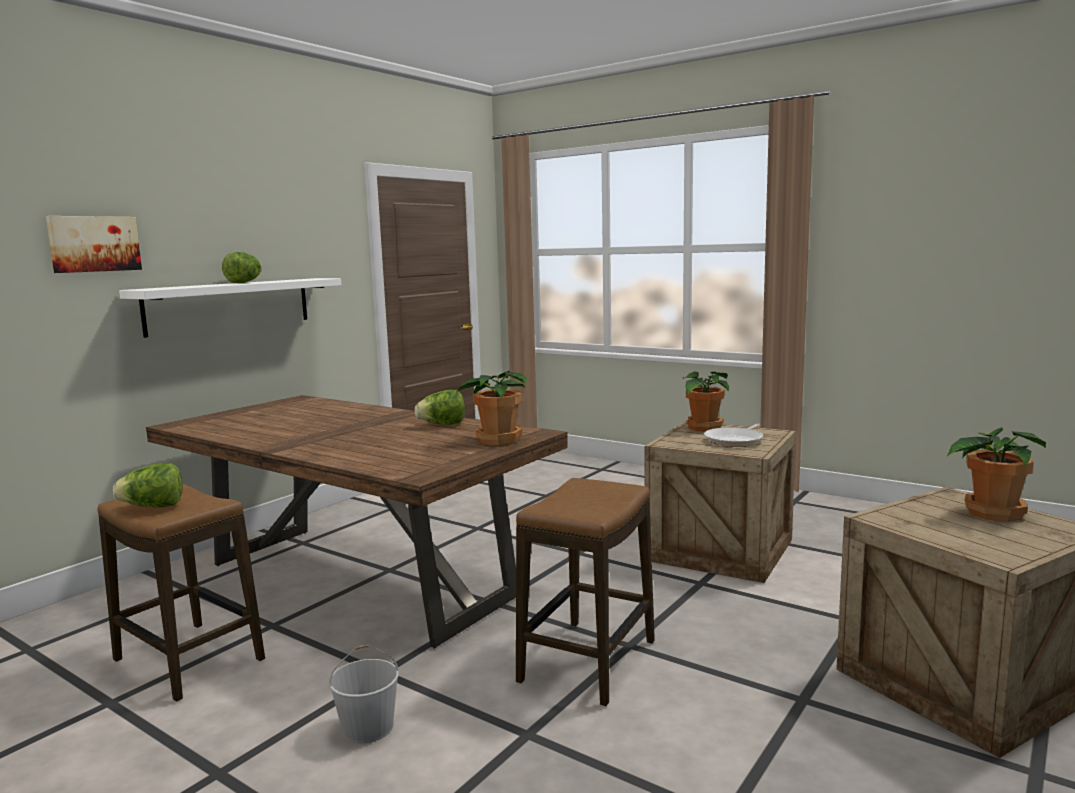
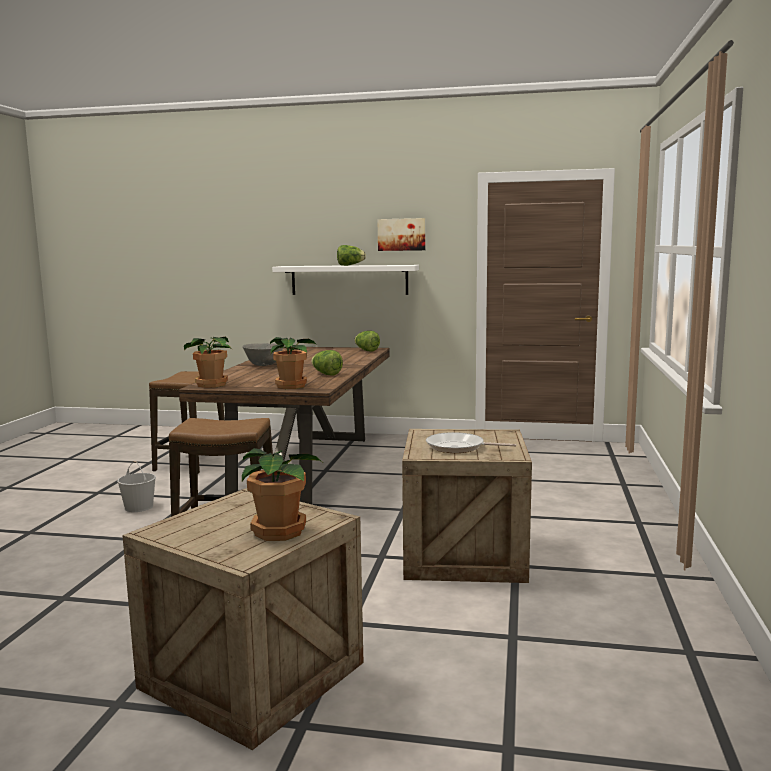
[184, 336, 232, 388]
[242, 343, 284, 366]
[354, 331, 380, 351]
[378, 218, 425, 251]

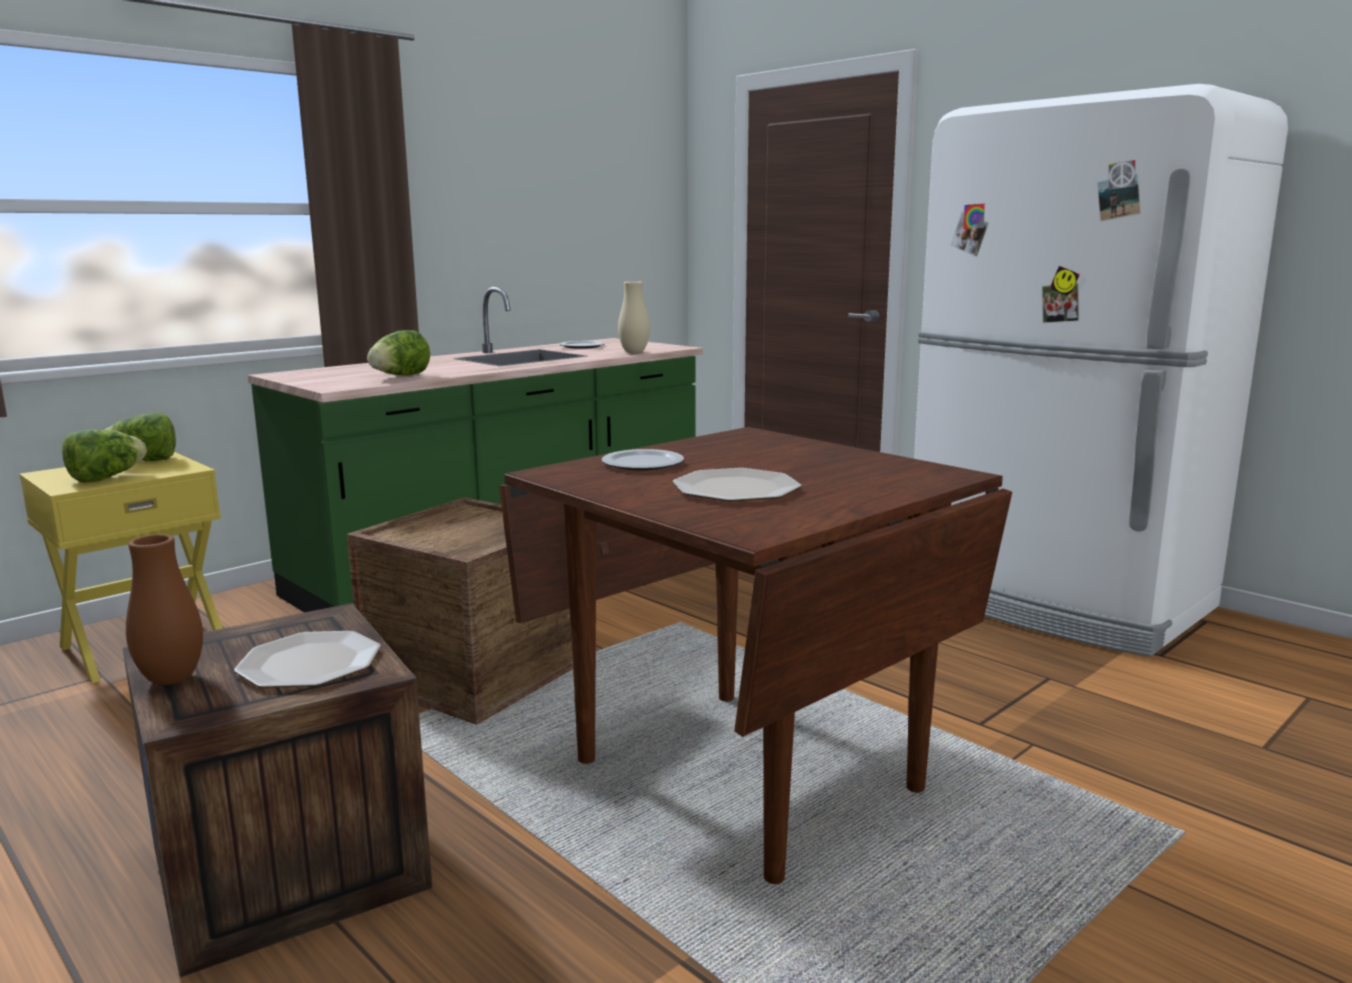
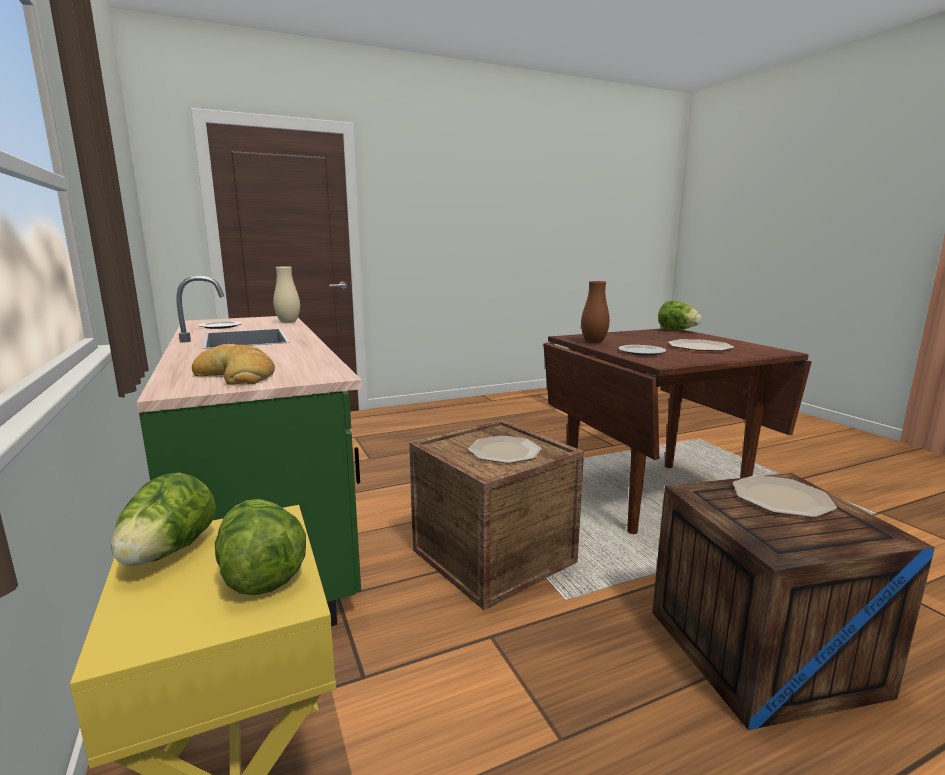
[192, 344, 275, 385]
[468, 436, 542, 463]
[581, 281, 610, 343]
[658, 301, 702, 330]
[914, 84, 1288, 657] (first image)

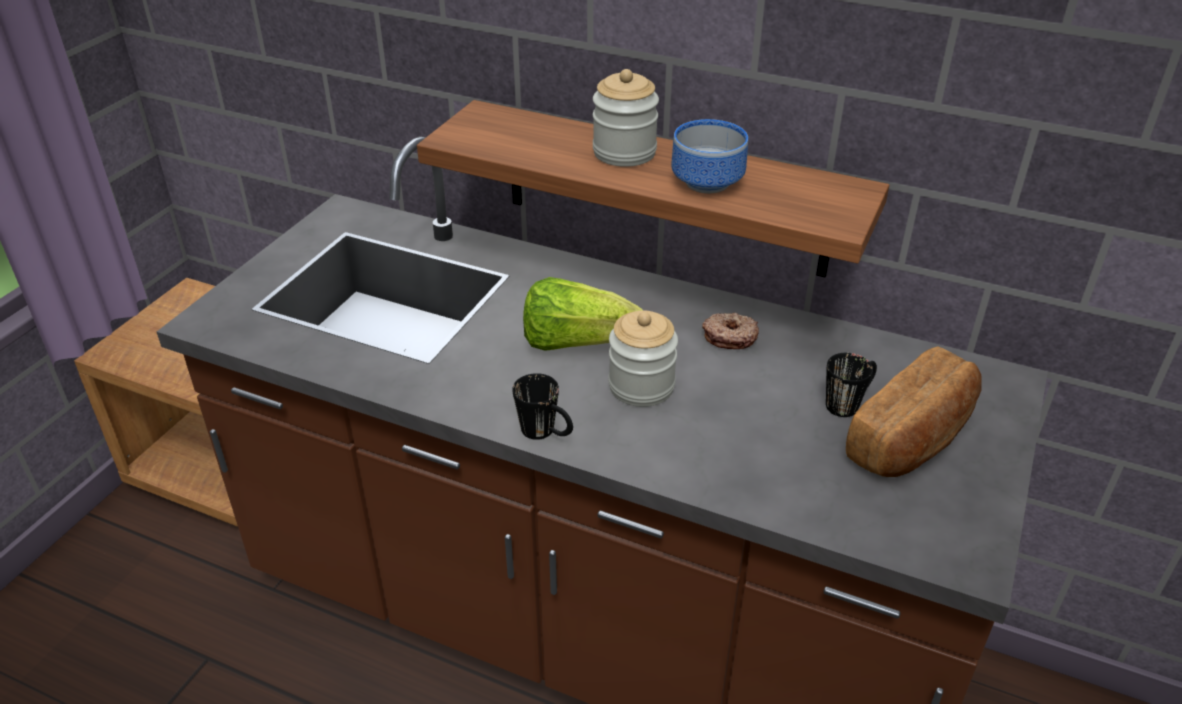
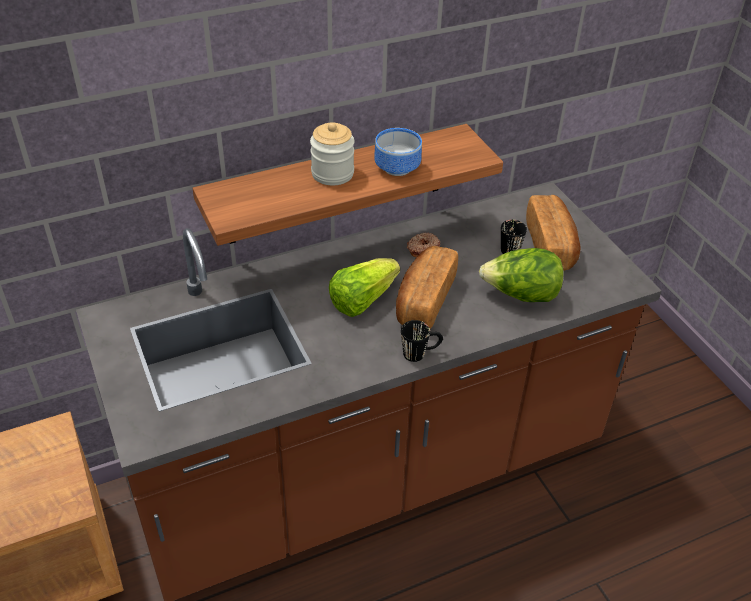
[396, 246, 458, 329]
[479, 248, 564, 302]

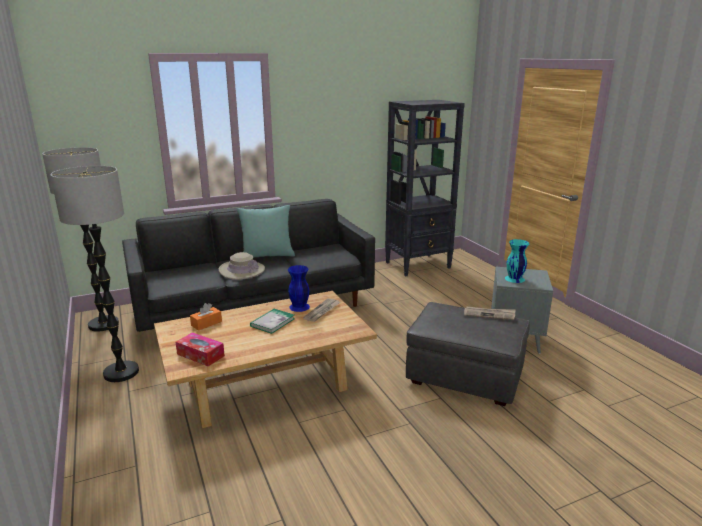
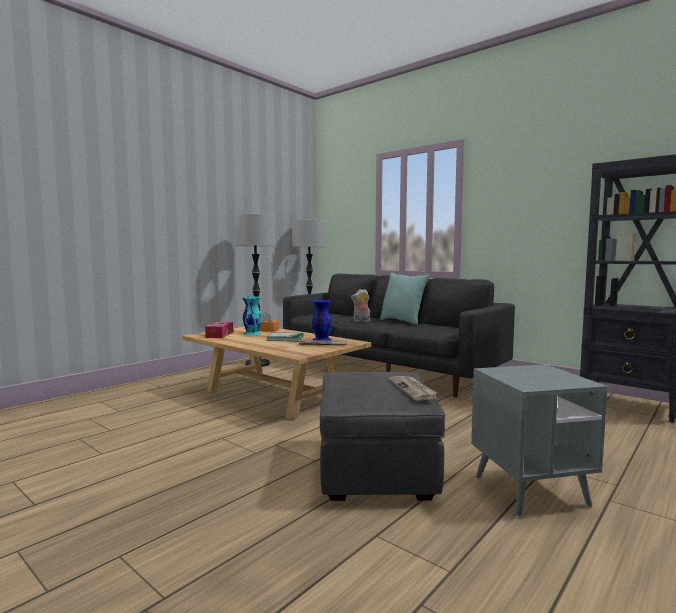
[243, 296, 262, 335]
[351, 289, 370, 322]

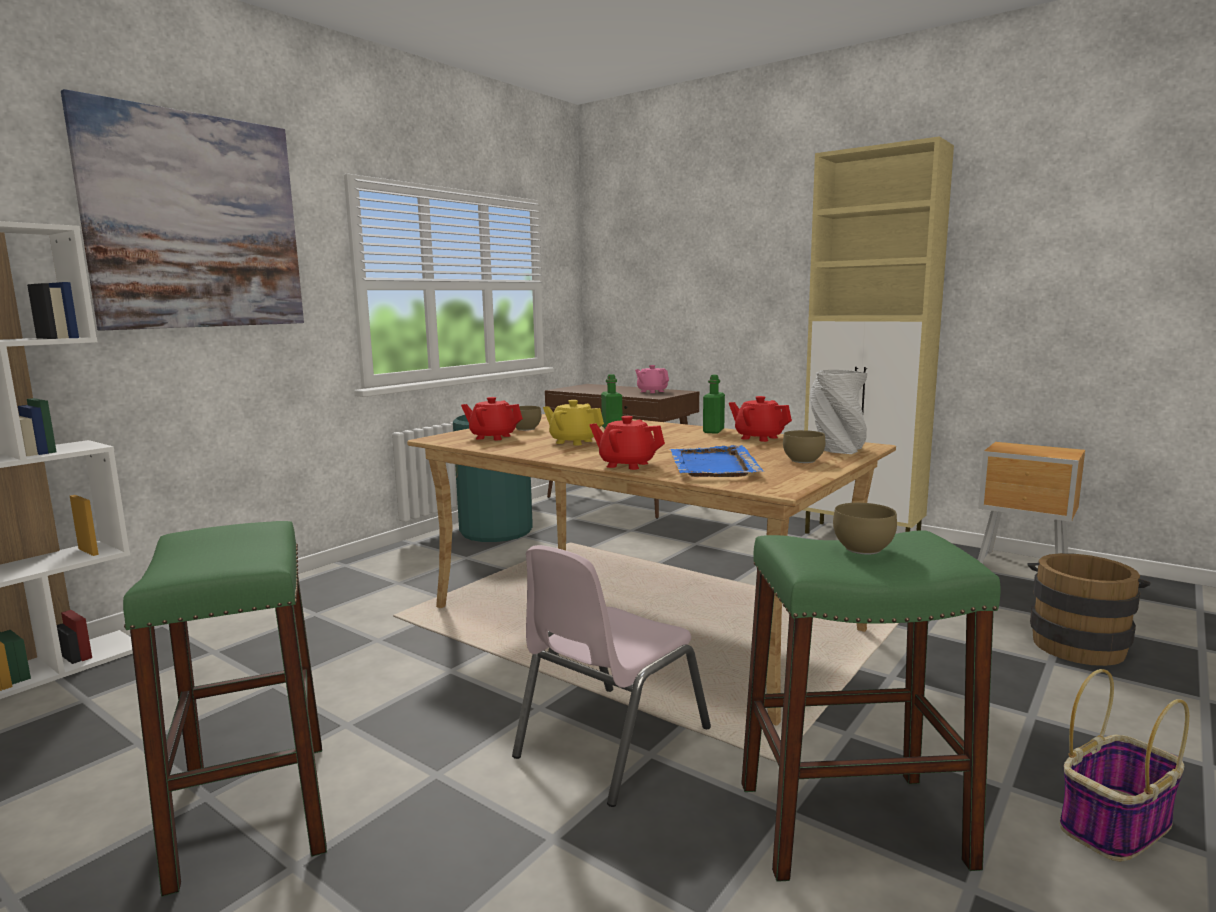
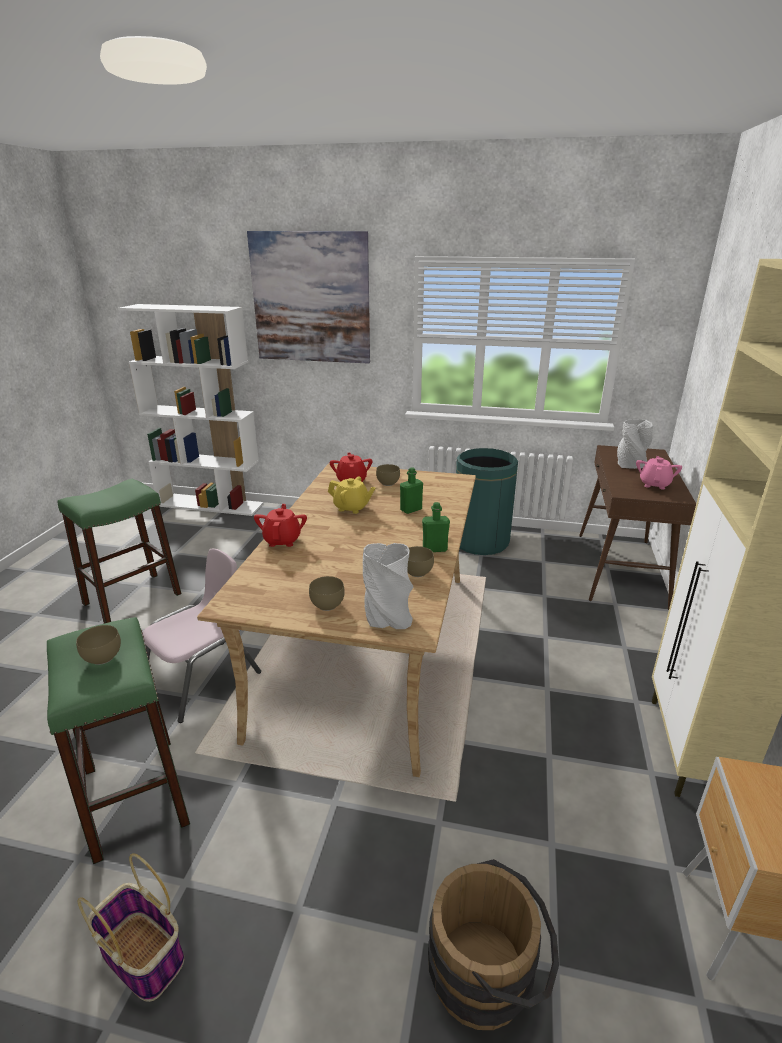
[142, 549, 261, 723]
[328, 476, 376, 514]
[407, 546, 434, 577]
[617, 420, 653, 469]
[669, 445, 764, 477] (first image)

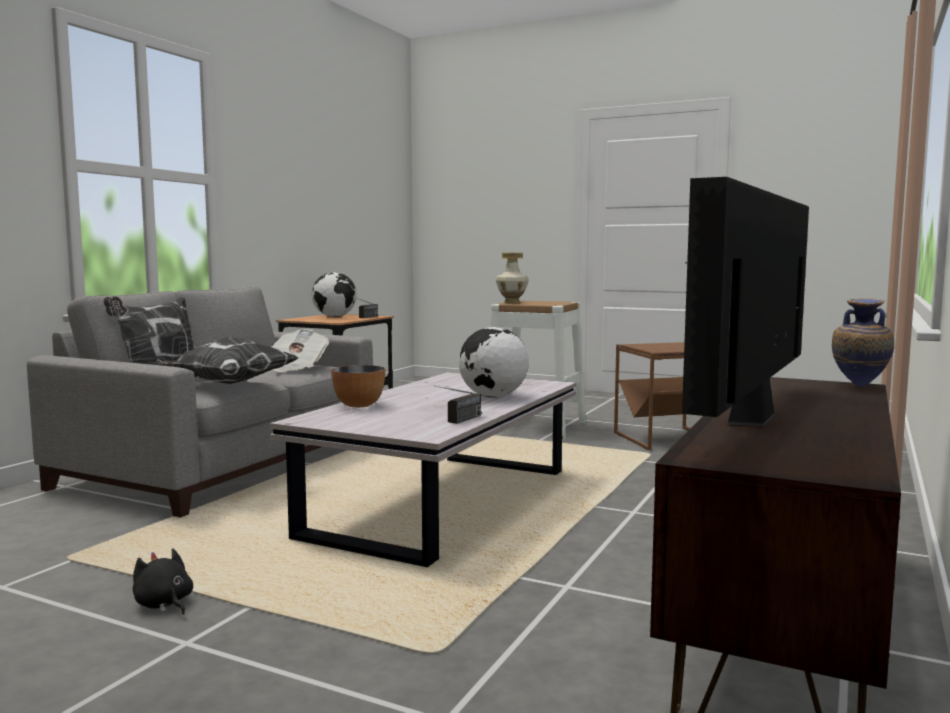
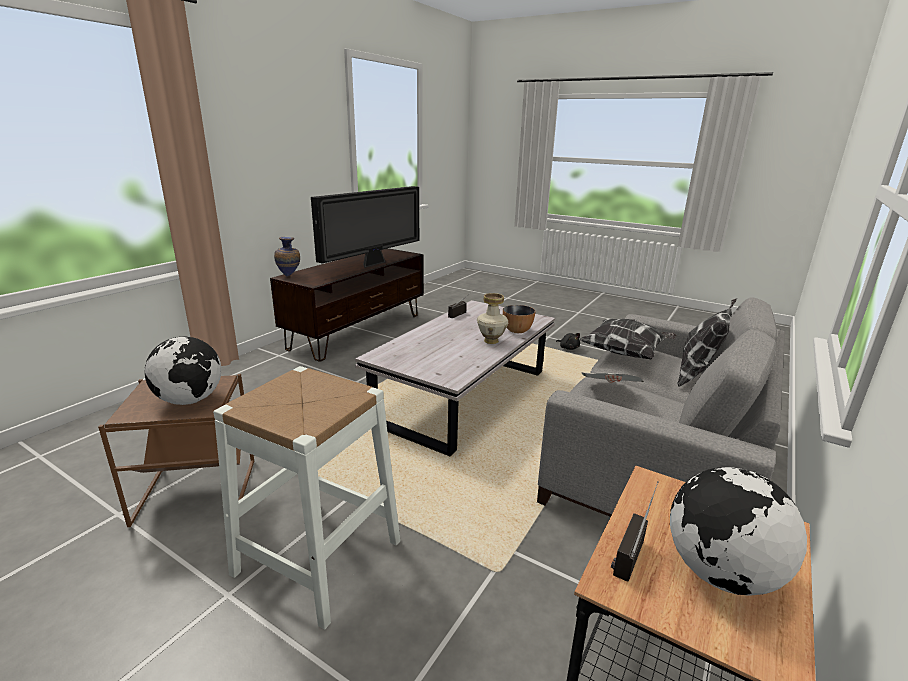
[144, 336, 222, 405]
[477, 293, 508, 344]

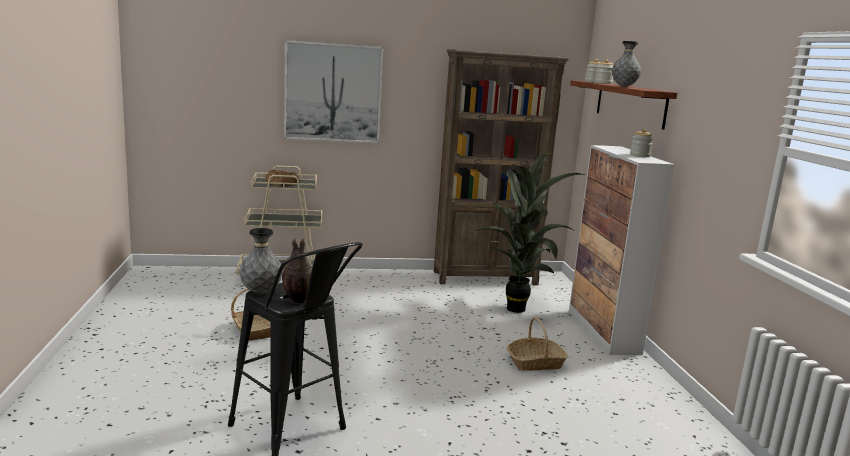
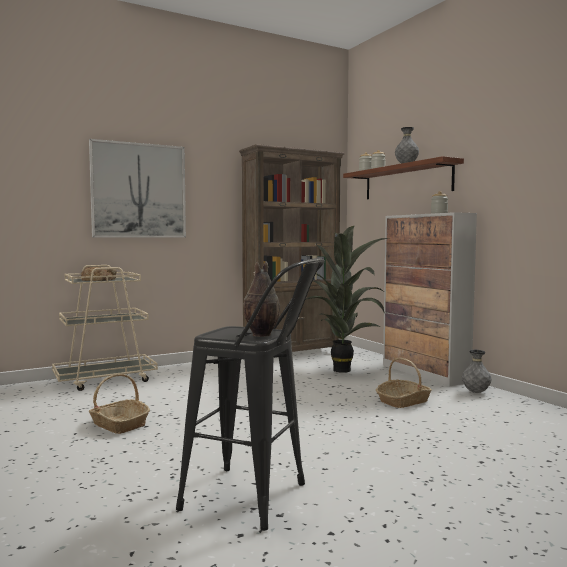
[462, 350, 491, 393]

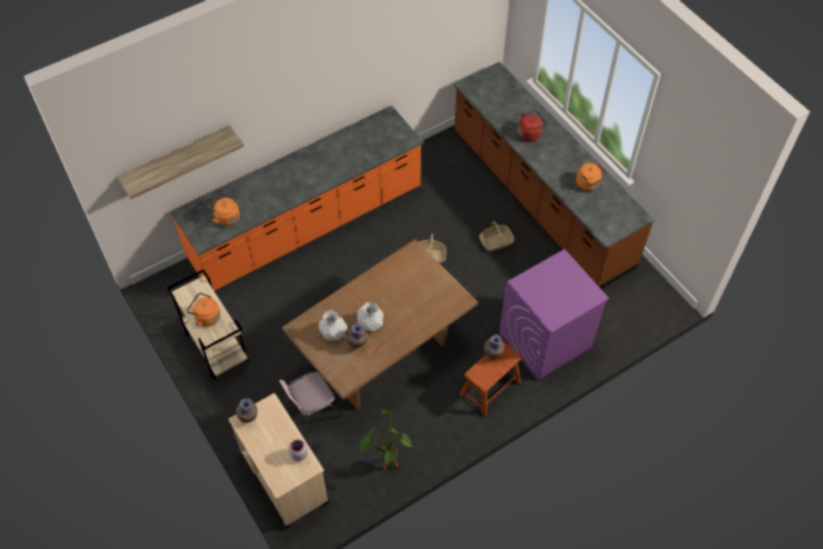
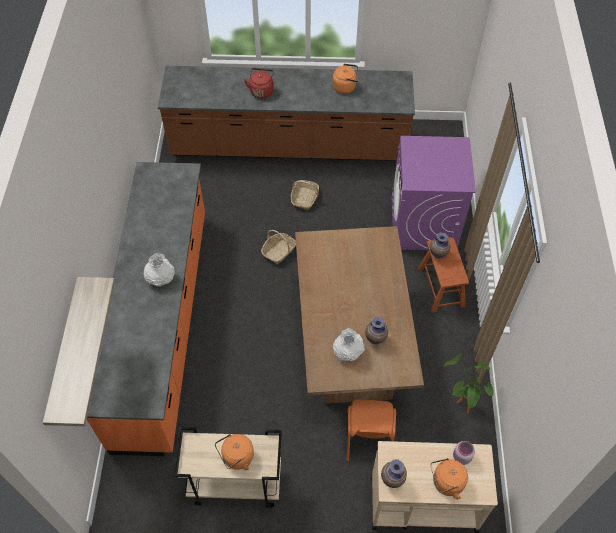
[144, 253, 175, 287]
[347, 399, 396, 461]
[430, 458, 468, 499]

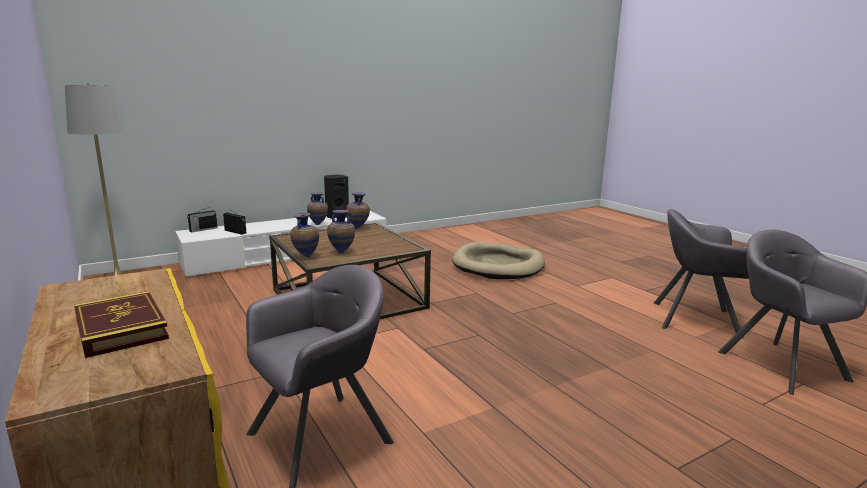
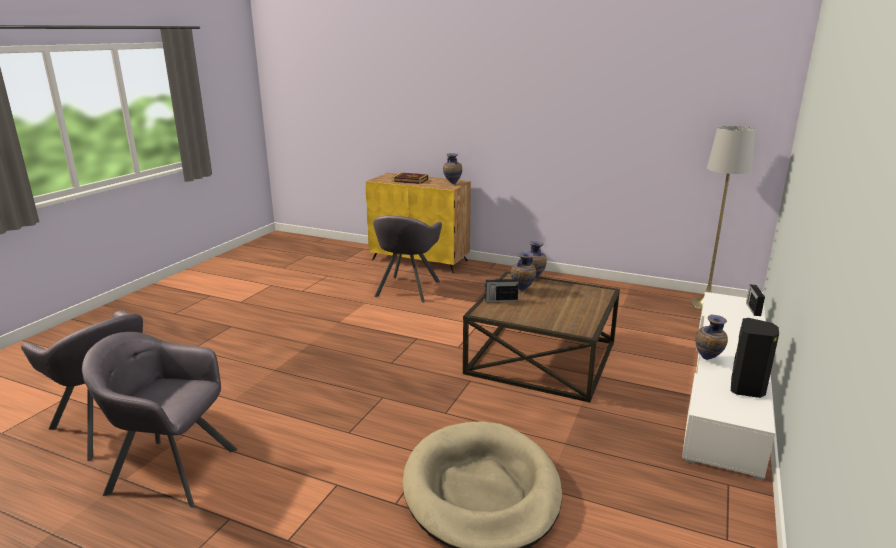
[82, 332, 237, 507]
[443, 153, 462, 184]
[484, 275, 519, 302]

